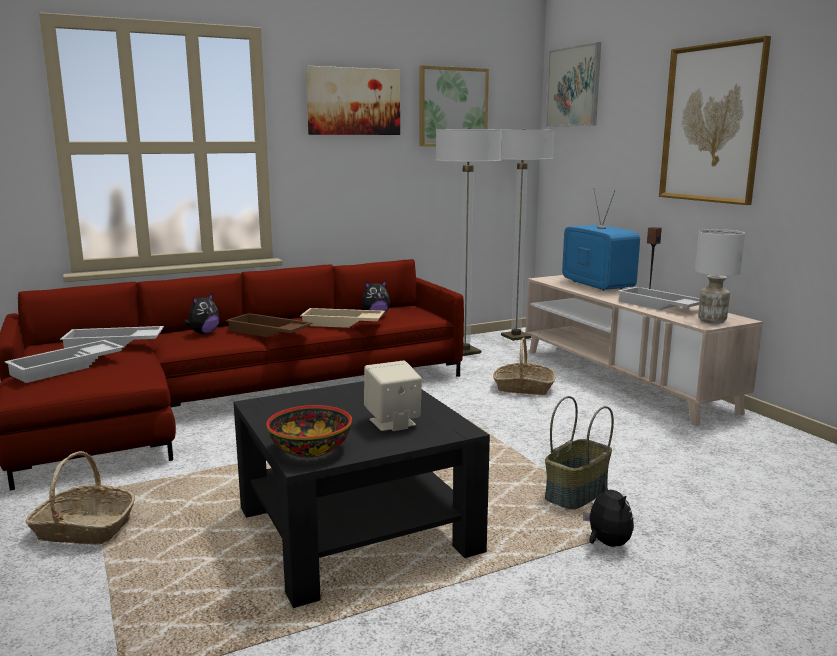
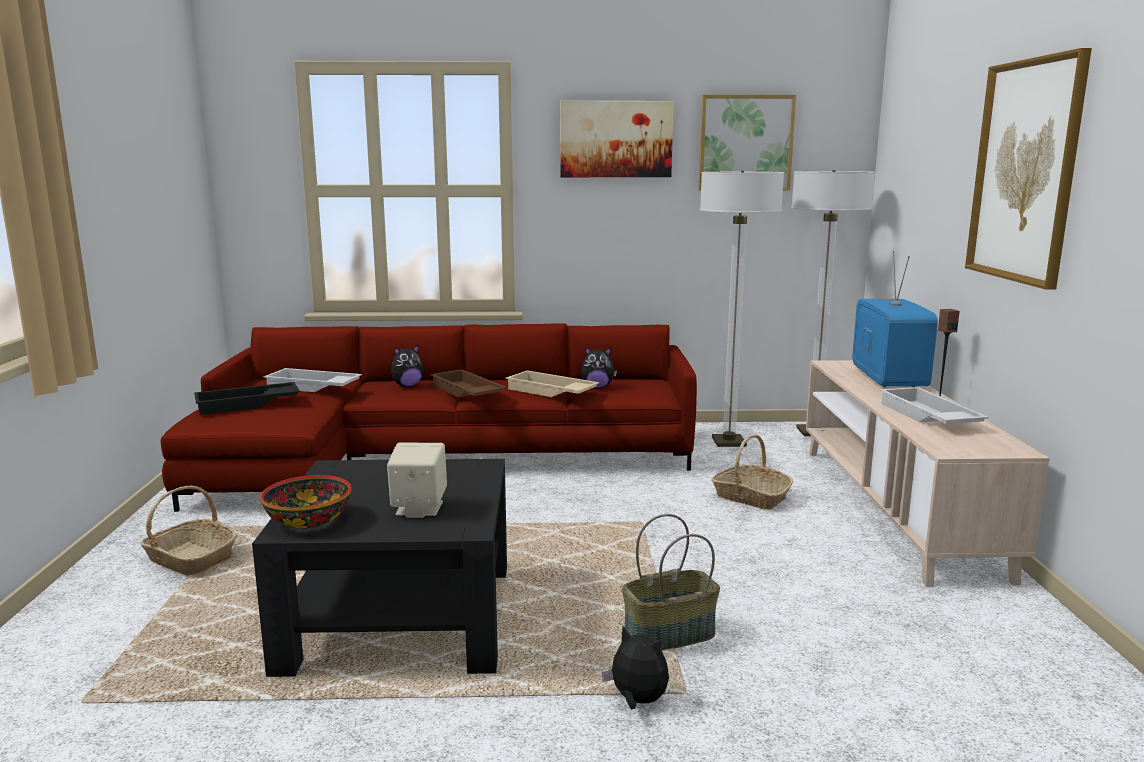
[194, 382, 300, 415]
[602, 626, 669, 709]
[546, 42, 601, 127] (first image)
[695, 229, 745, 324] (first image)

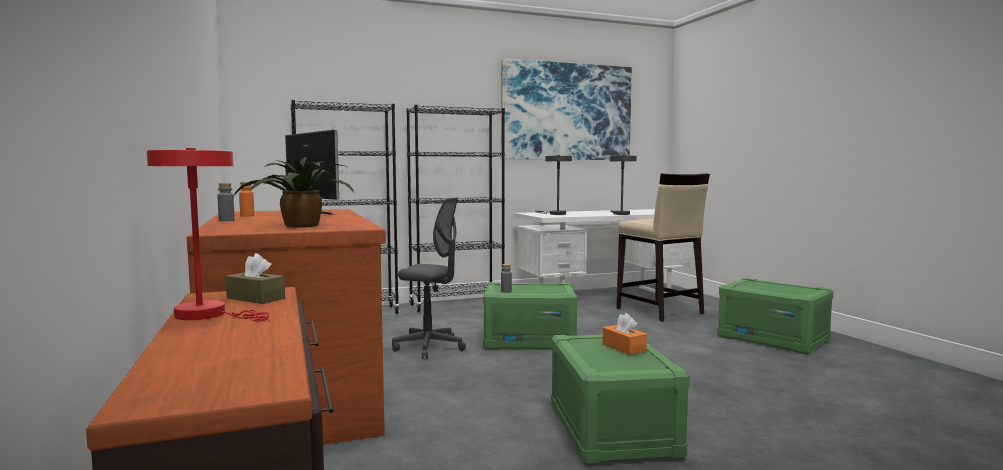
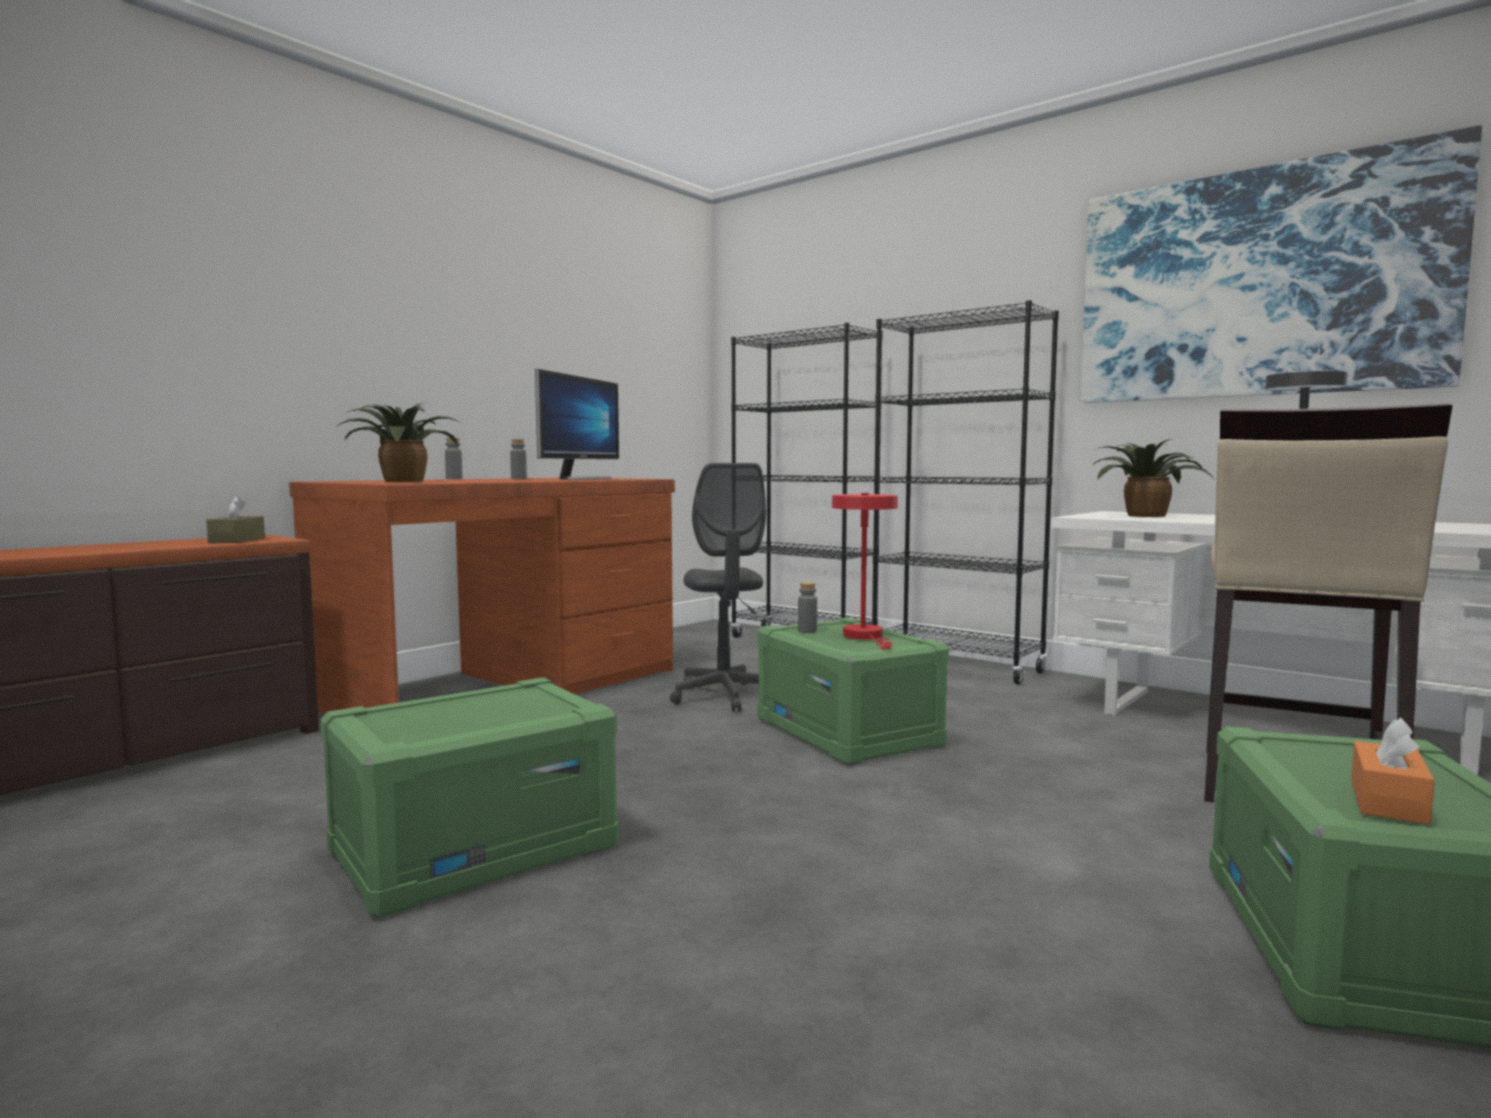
[510, 439, 527, 479]
[832, 493, 898, 649]
[1092, 439, 1215, 517]
[1351, 717, 1435, 825]

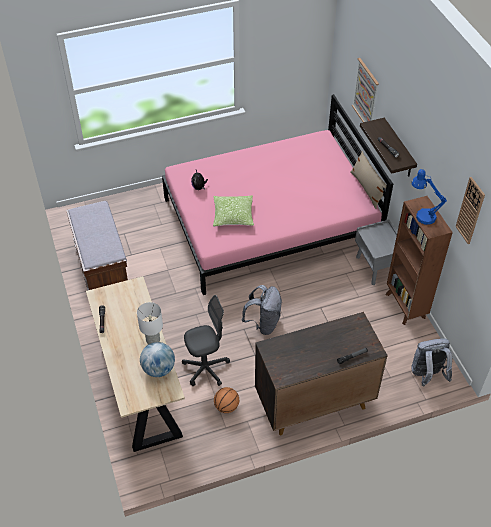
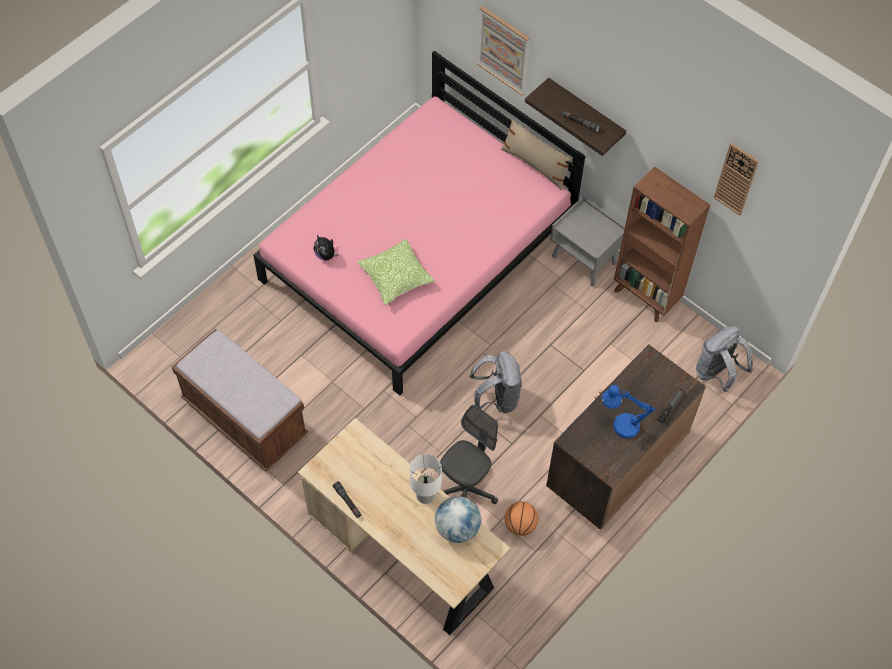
[601, 385, 655, 439]

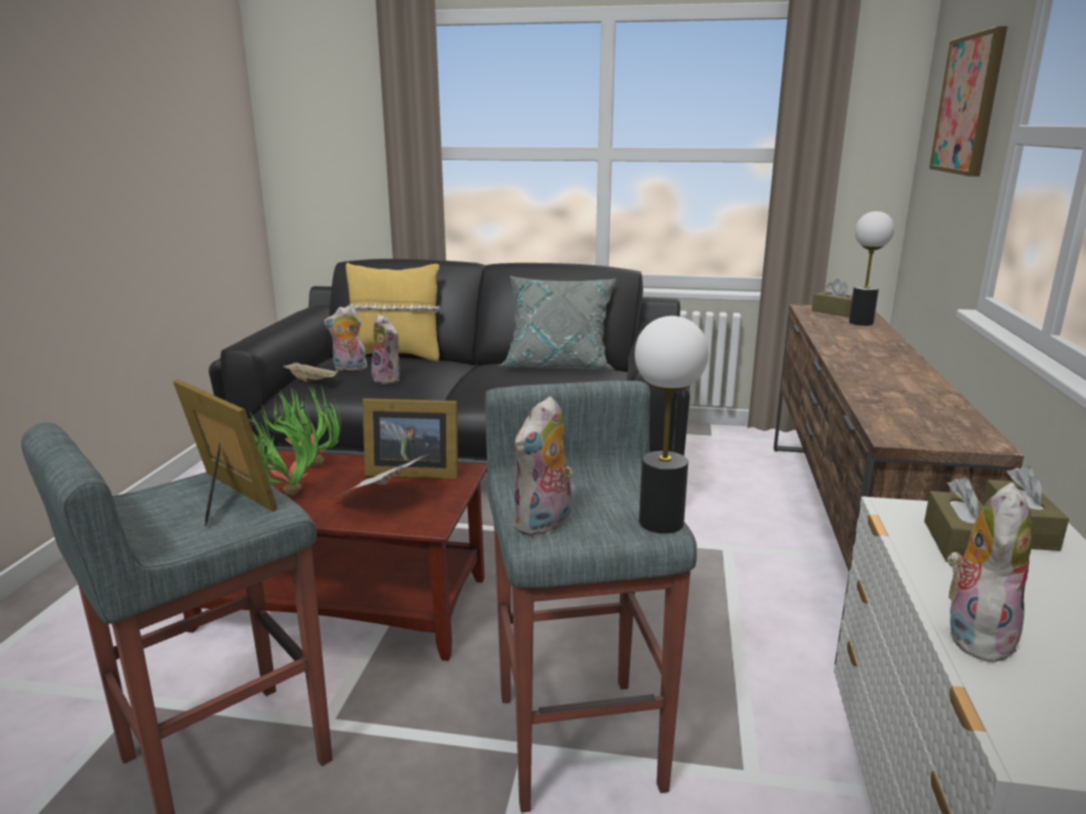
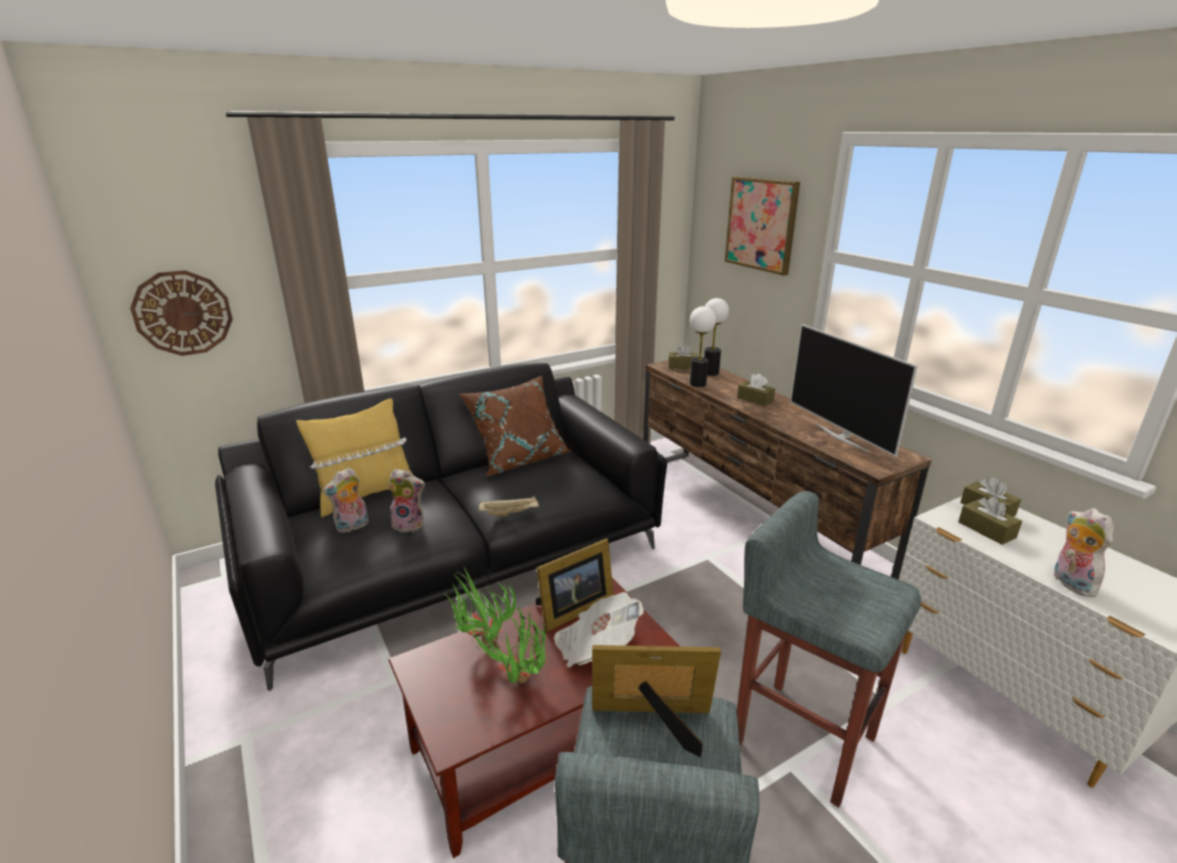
[130, 270, 233, 356]
[459, 376, 572, 477]
[478, 496, 539, 516]
[690, 306, 716, 387]
[737, 374, 775, 406]
[790, 324, 918, 457]
[514, 396, 573, 537] (first image)

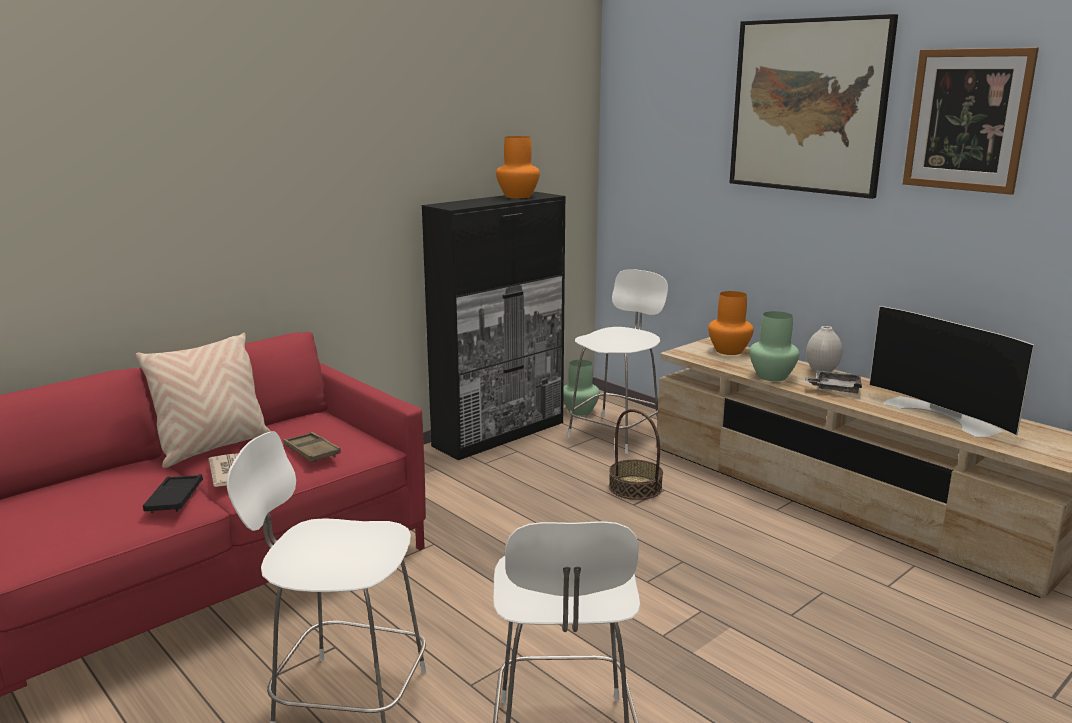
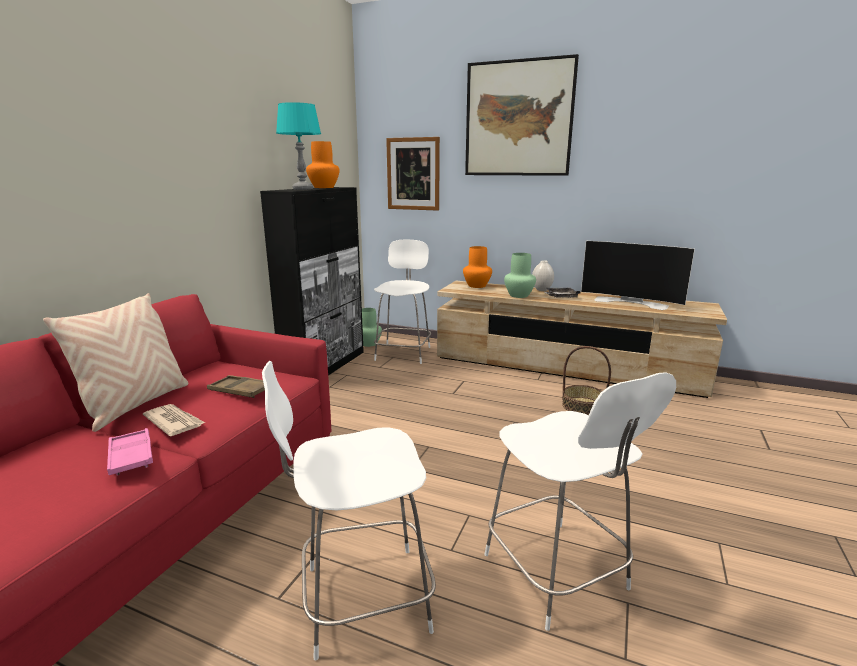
[107, 428, 153, 475]
[276, 102, 321, 190]
[386, 137, 440, 211]
[562, 346, 611, 415]

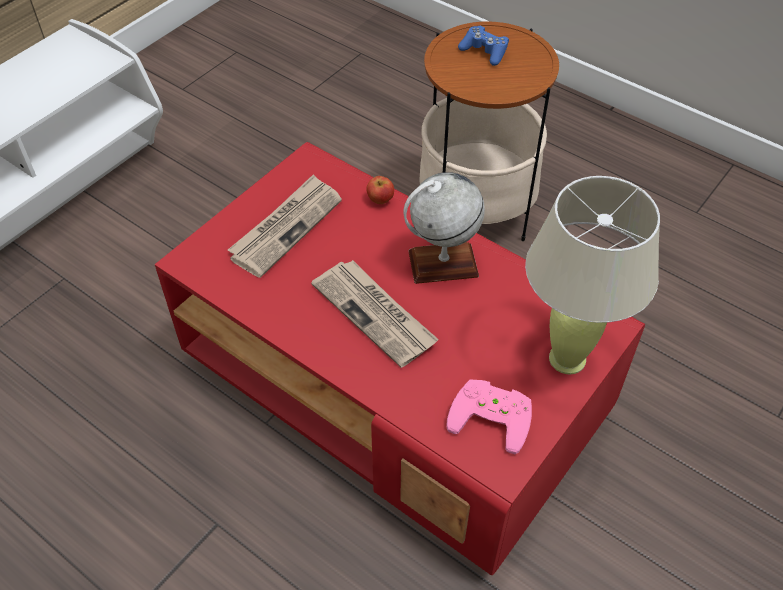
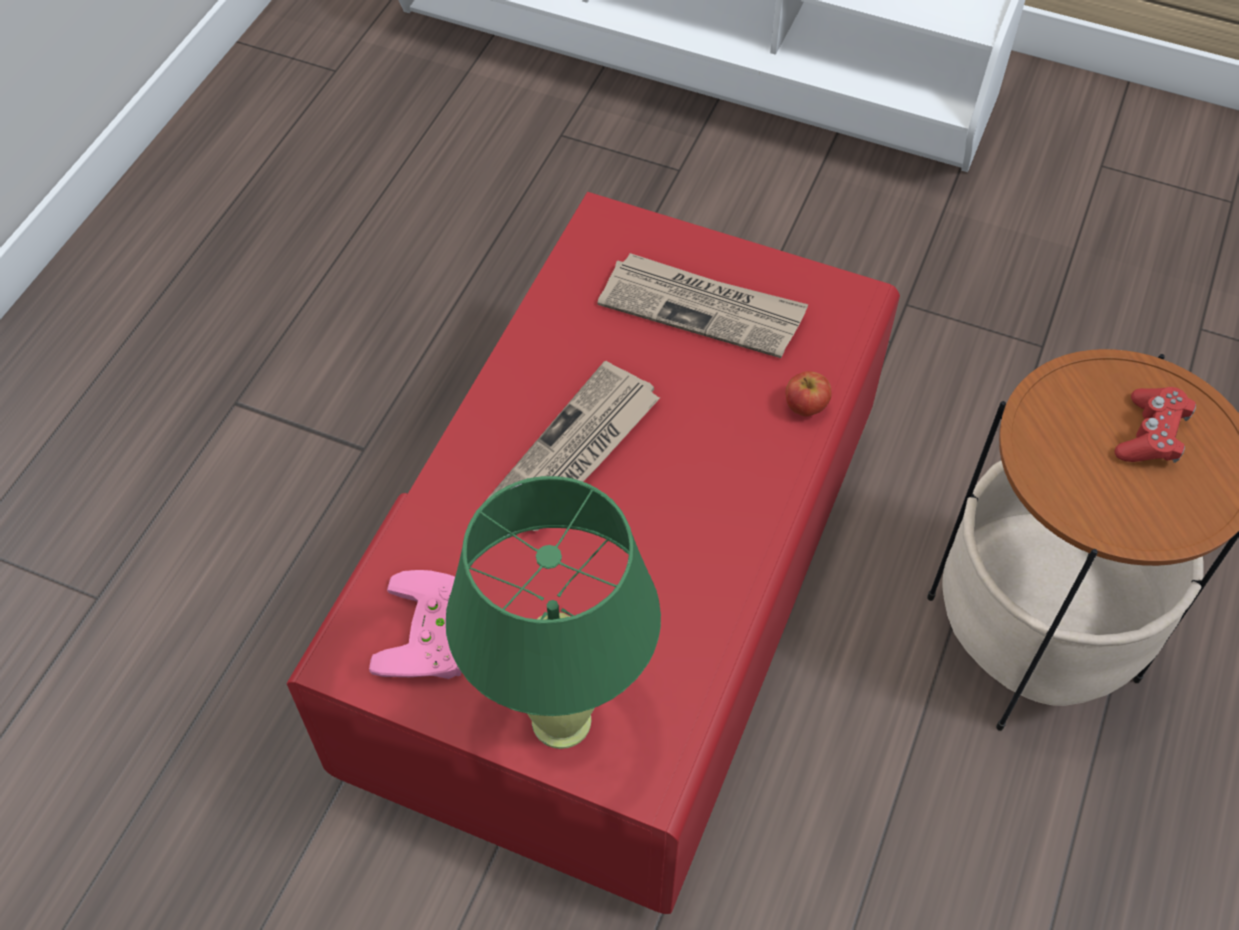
[446, 476, 661, 749]
[1115, 387, 1196, 463]
[404, 173, 485, 284] (first image)

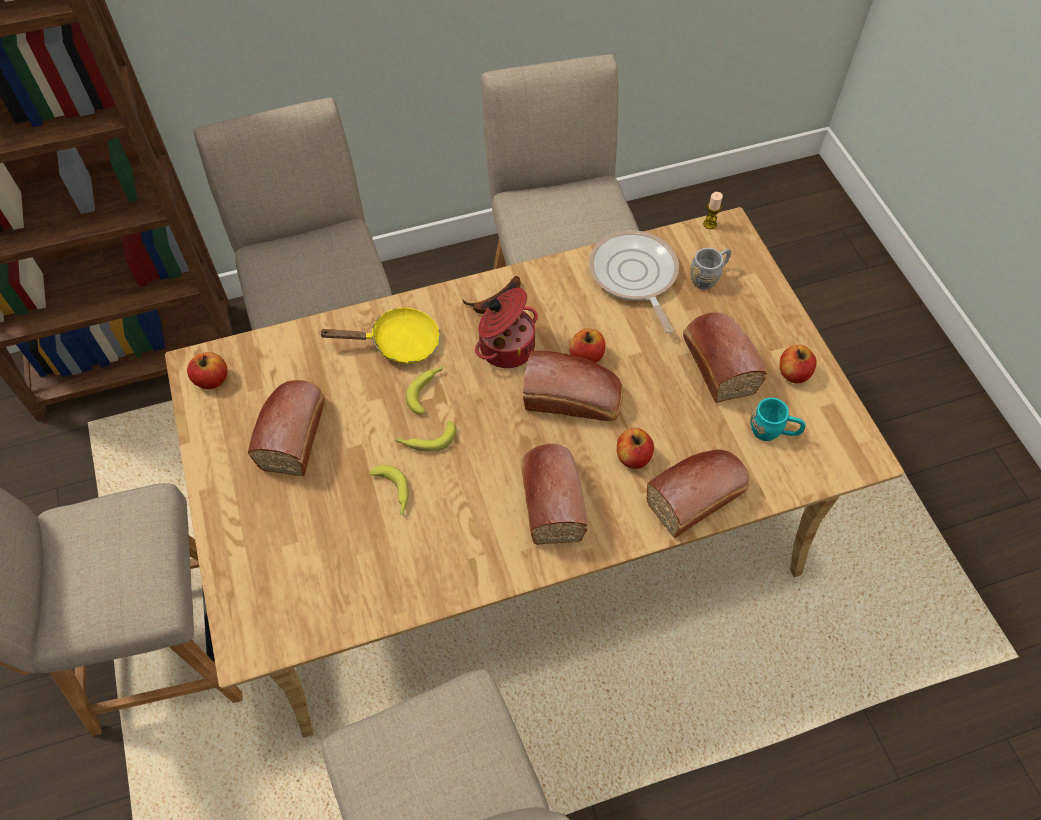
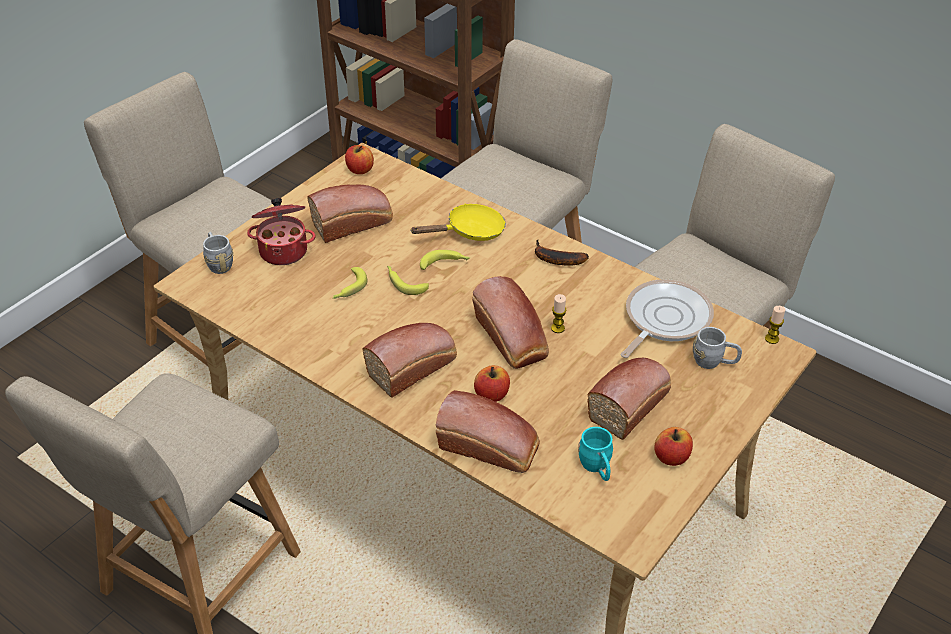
[203, 232, 233, 274]
[247, 198, 315, 265]
[410, 204, 506, 241]
[551, 294, 567, 333]

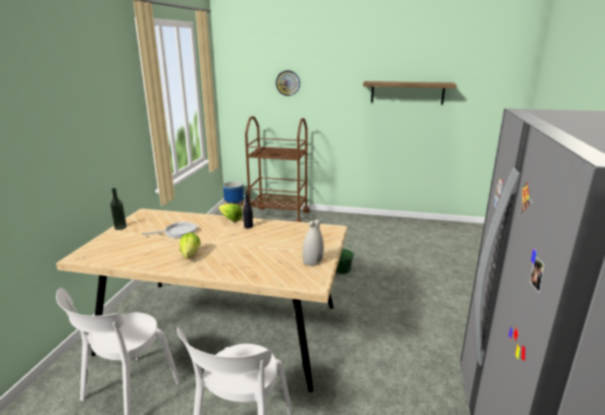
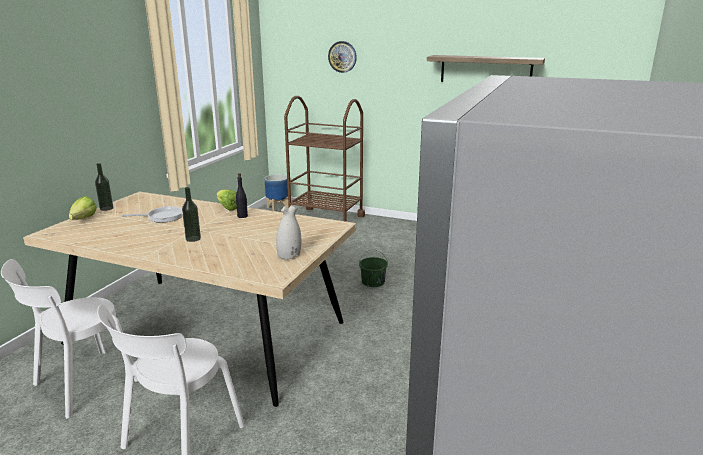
[69, 196, 97, 220]
[182, 187, 201, 242]

